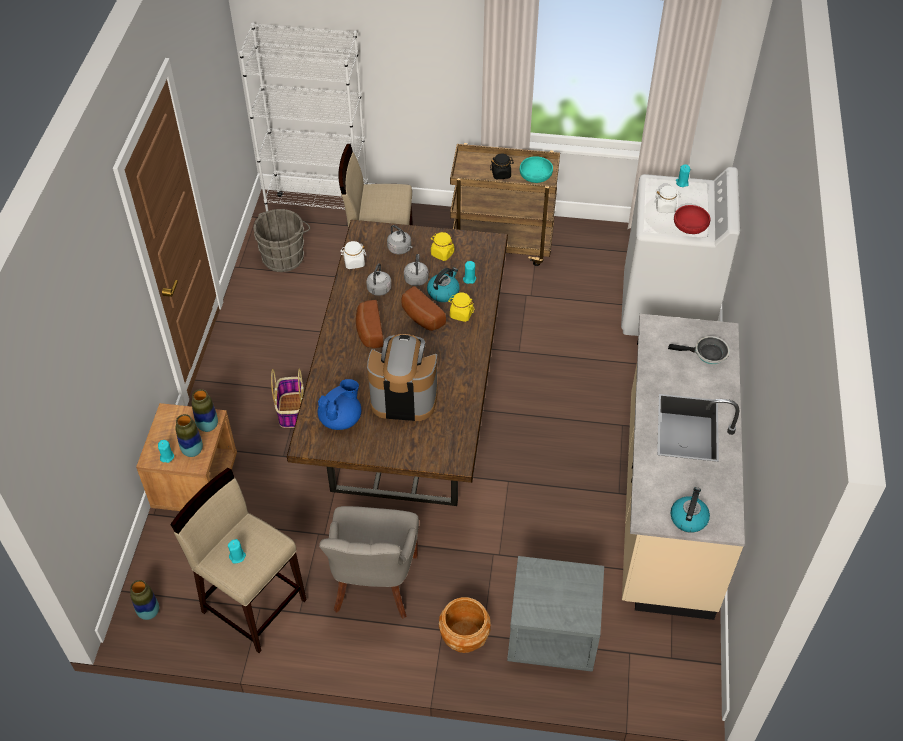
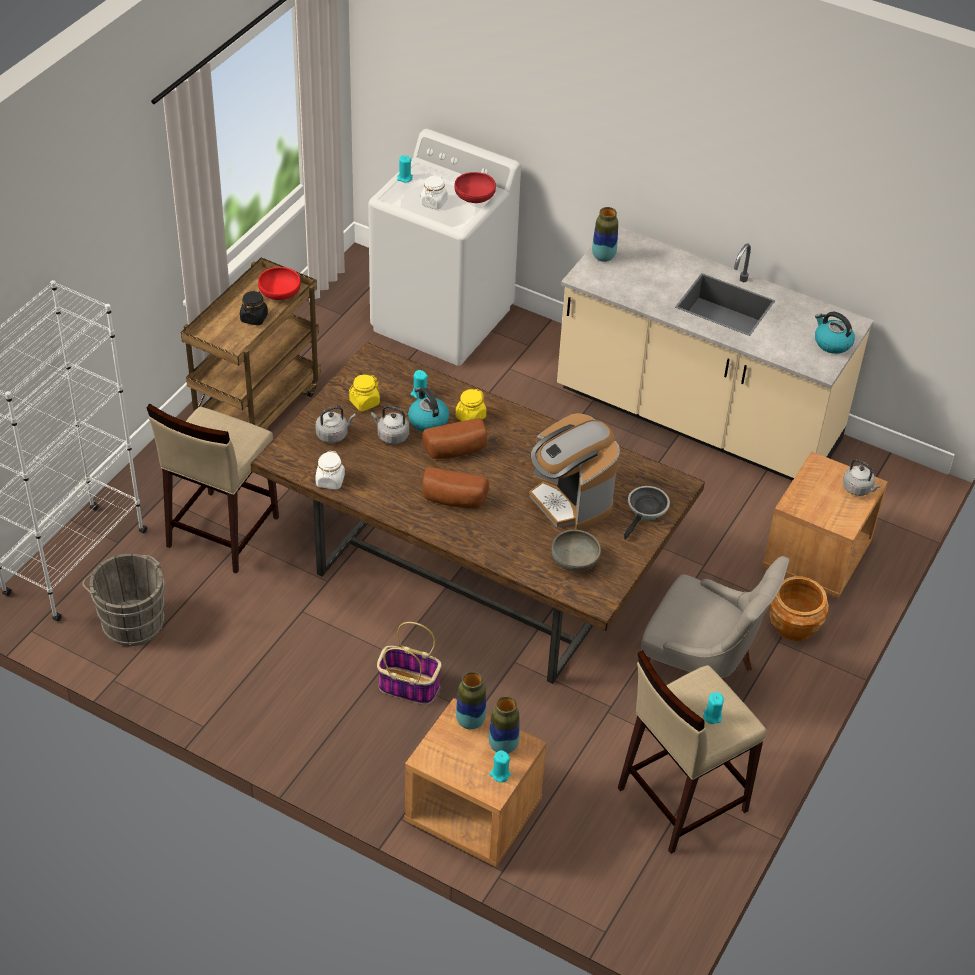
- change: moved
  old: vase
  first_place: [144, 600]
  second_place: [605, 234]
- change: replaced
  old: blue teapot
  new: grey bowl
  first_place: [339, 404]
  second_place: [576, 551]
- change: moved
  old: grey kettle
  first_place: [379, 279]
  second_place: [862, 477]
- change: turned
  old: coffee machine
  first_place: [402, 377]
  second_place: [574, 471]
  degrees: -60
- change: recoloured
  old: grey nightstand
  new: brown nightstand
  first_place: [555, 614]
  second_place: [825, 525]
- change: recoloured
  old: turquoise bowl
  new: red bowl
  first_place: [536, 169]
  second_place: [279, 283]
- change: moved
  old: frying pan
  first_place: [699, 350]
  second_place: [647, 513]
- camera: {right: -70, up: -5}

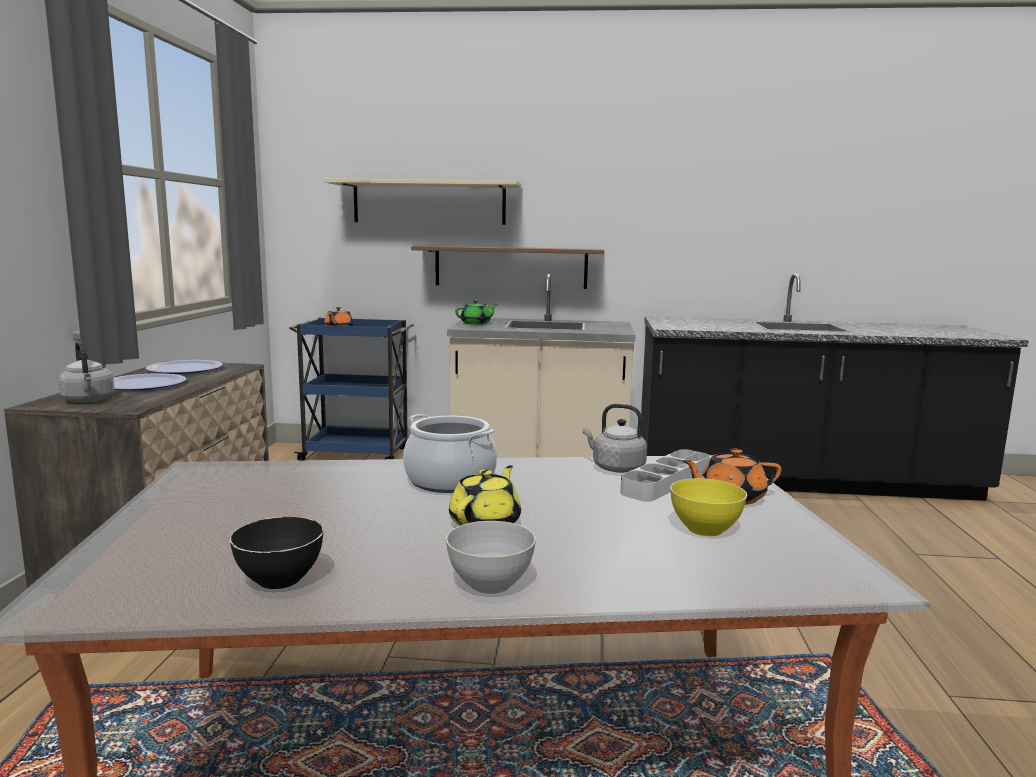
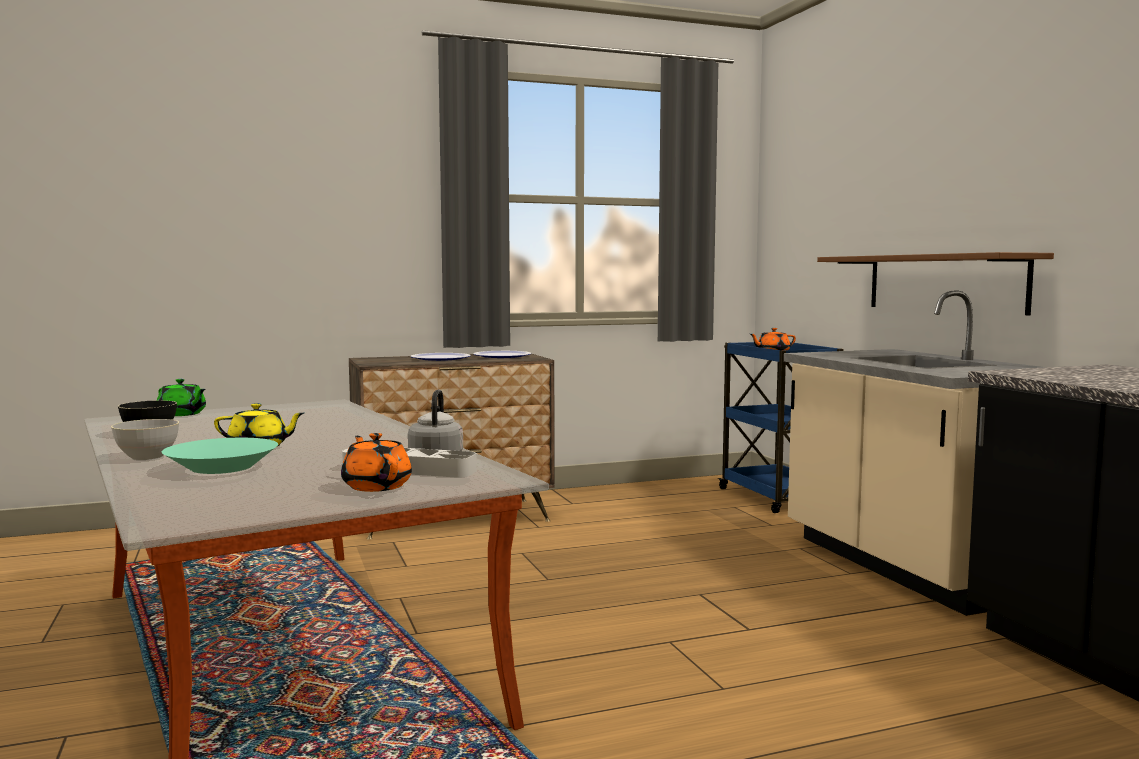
- change: removed
  old: grey kettle
  first_place: [86, 372]
- change: removed
  old: beige shelf
  first_place: [422, 201]
- change: removed
  old: cooking pot
  first_place: [450, 453]
- change: moved
  old: green teapot
  first_place: [476, 312]
  second_place: [181, 397]
- change: removed
  old: yellow bowl
  first_place: [708, 507]
- change: added
  new: turquoise bowl
  second_place: [220, 456]
- camera: {right: 65, up: -5}

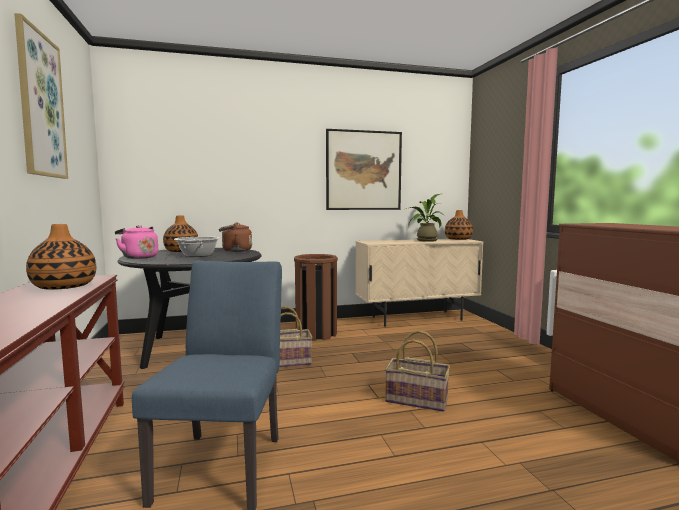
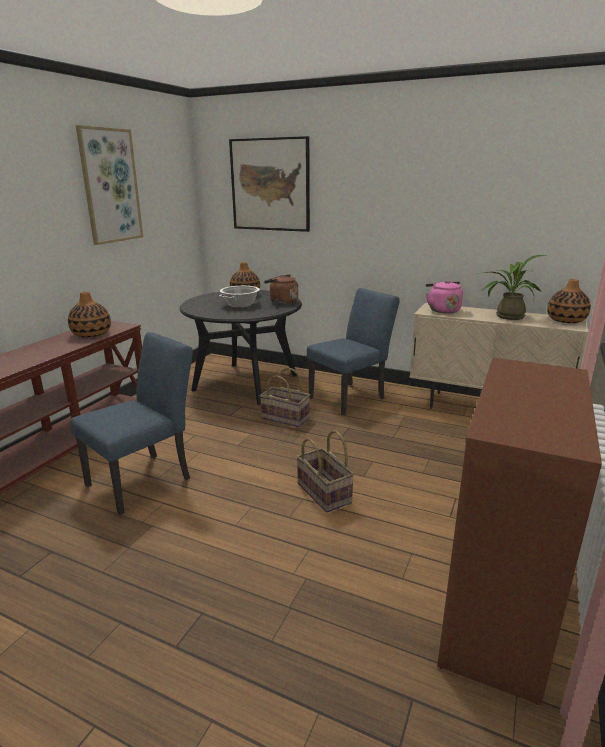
- change: moved
  old: pink kettle
  first_place: [136, 242]
  second_place: [444, 296]
- change: replaced
  old: brown trash can
  new: blue chair
  first_place: [316, 297]
  second_place: [353, 351]
- change: moved
  old: picture
  first_place: [364, 169]
  second_place: [269, 184]
- camera: {right: 40, up: 15}

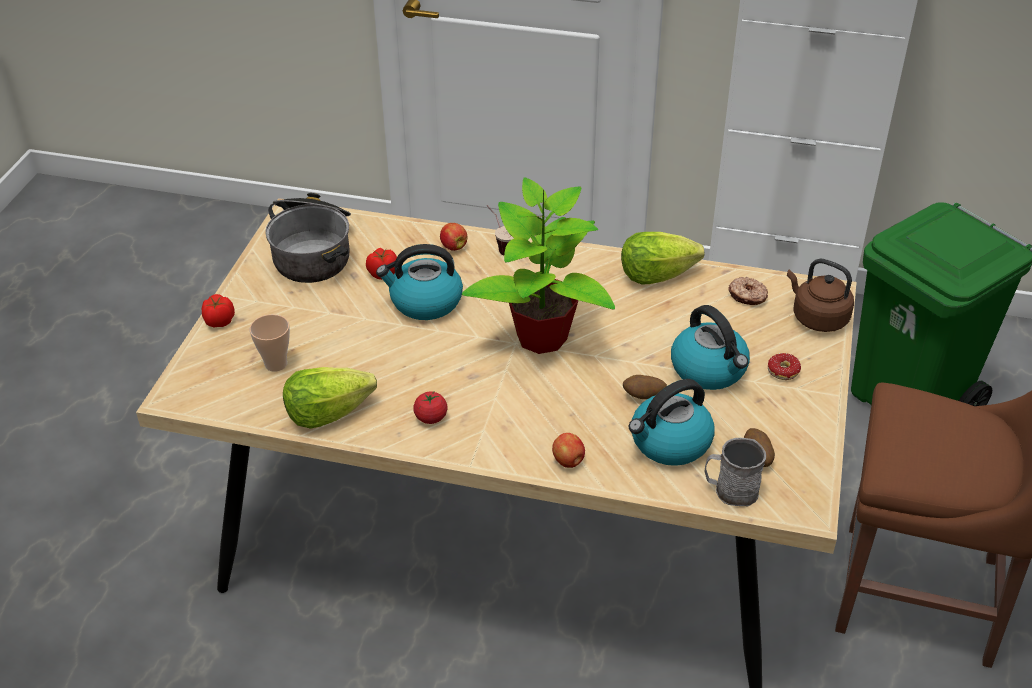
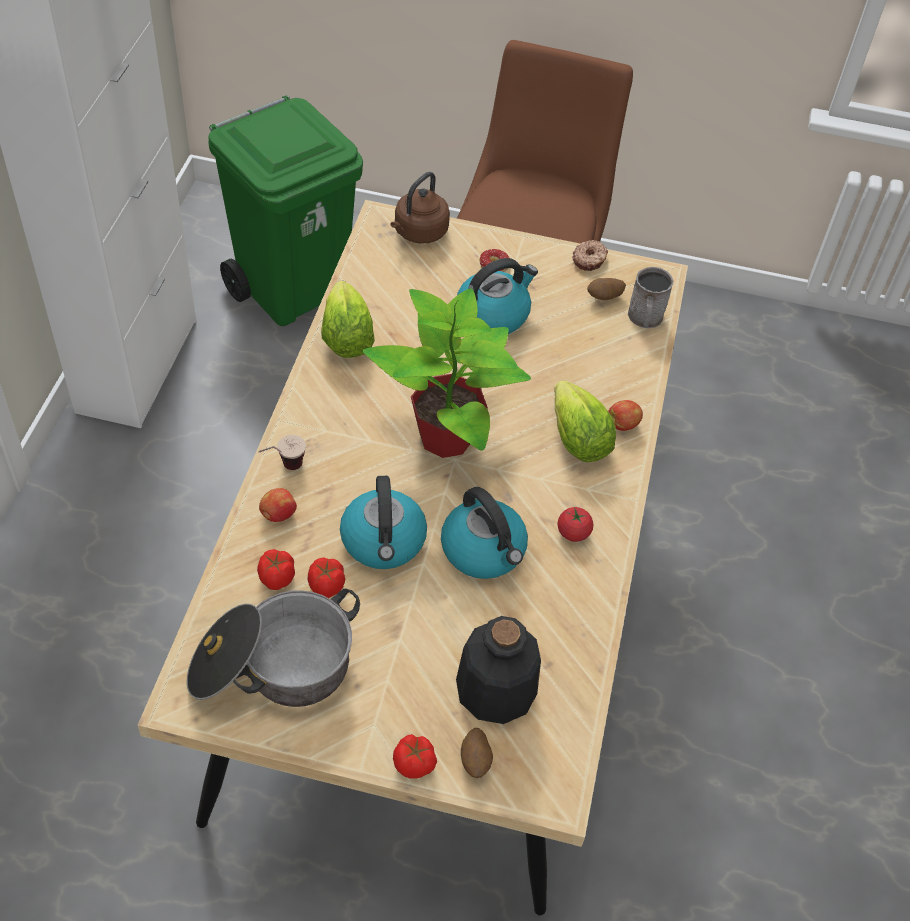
- change: replaced
  old: cup
  new: bottle
  first_place: [270, 343]
  second_place: [498, 670]
- change: moved
  old: lettuce
  first_place: [330, 398]
  second_place: [585, 421]
- change: moved
  old: potato
  first_place: [645, 387]
  second_place: [477, 753]
- change: moved
  old: kettle
  first_place: [672, 422]
  second_place: [484, 533]
- change: moved
  old: donut
  first_place: [748, 291]
  second_place: [590, 255]
- change: added
  new: tomato
  second_place: [276, 569]
- camera: {right: -95, up: 10}

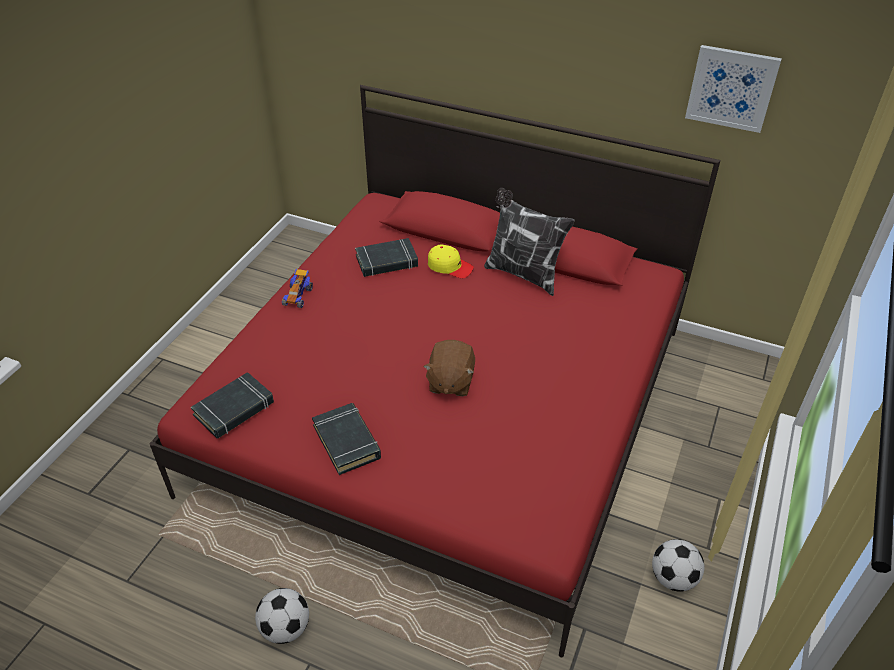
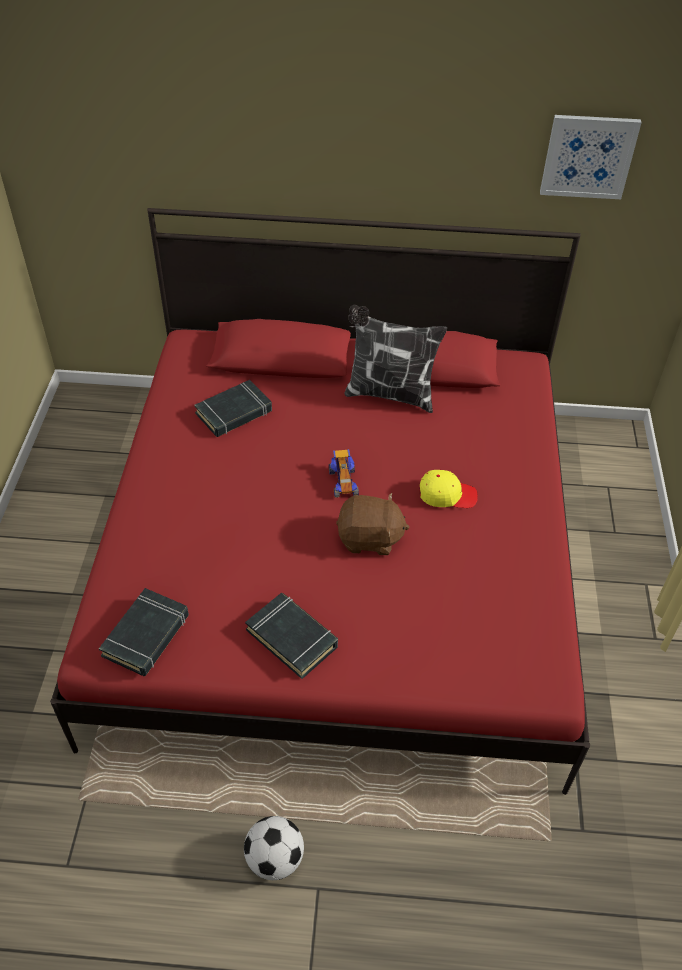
- change: moved
  old: toy car
  first_place: [297, 288]
  second_place: [344, 473]
- change: turned
  old: brown plush toy
  first_place: [449, 368]
  second_place: [373, 524]
  degrees: -75
- change: moved
  old: yellow cap
  first_place: [451, 261]
  second_place: [448, 488]
- change: removed
  old: football
  first_place: [678, 565]
- camera: {right: -20, up: 5}

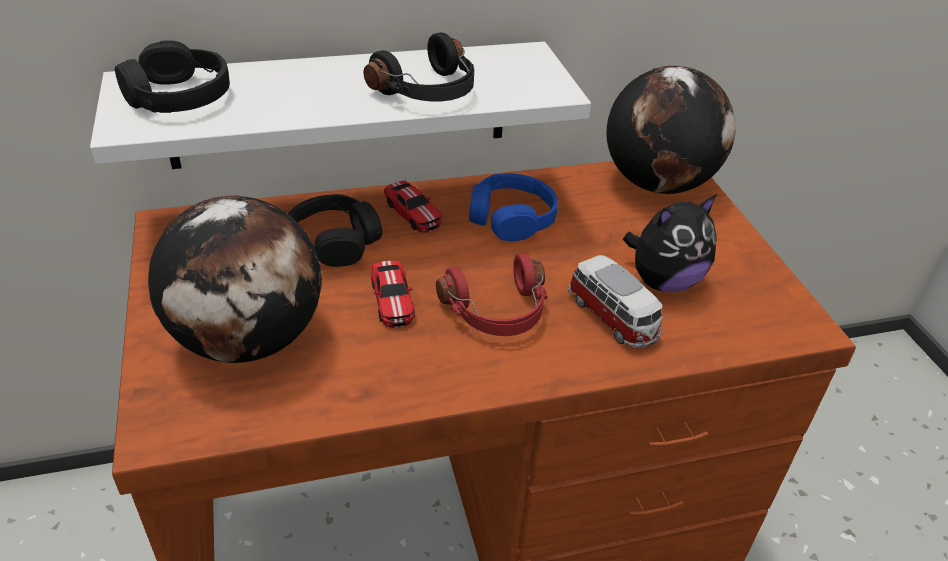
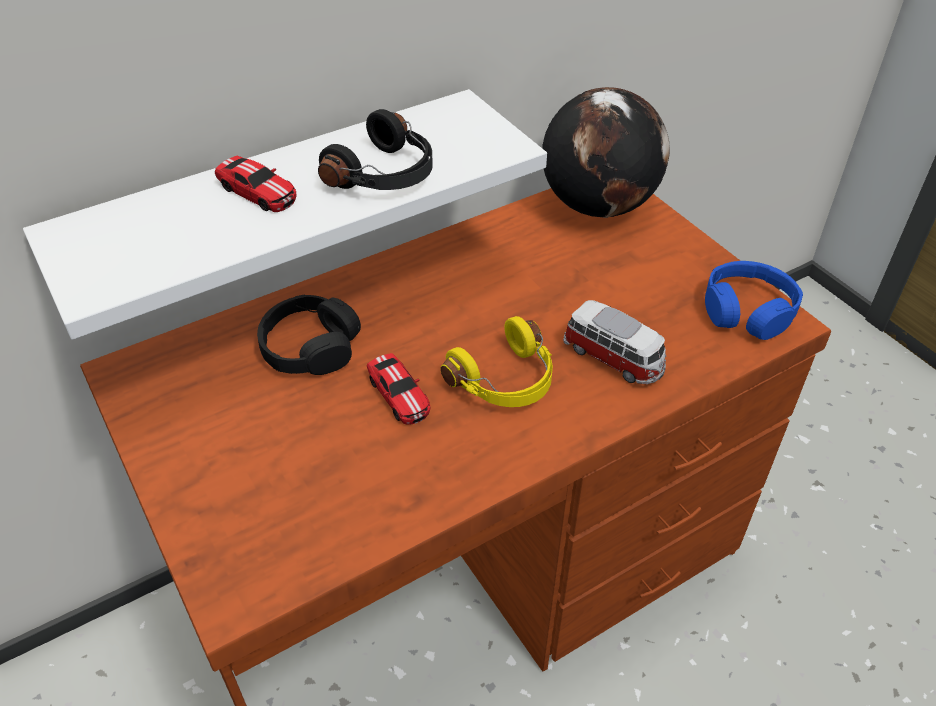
- change: removed
  old: black headphones
  first_place: [172, 76]
- change: removed
  old: globe
  first_place: [235, 279]
- change: moved
  old: toy car
  first_place: [413, 207]
  second_place: [256, 184]
- change: recoloured
  old: red headphones
  new: yellow headphones
  first_place: [492, 295]
  second_place: [497, 361]
- change: moved
  old: blue headphones
  first_place: [513, 207]
  second_place: [754, 300]
- change: removed
  old: plush toy
  first_place: [670, 243]
- camera: {right: -15, up: 5}

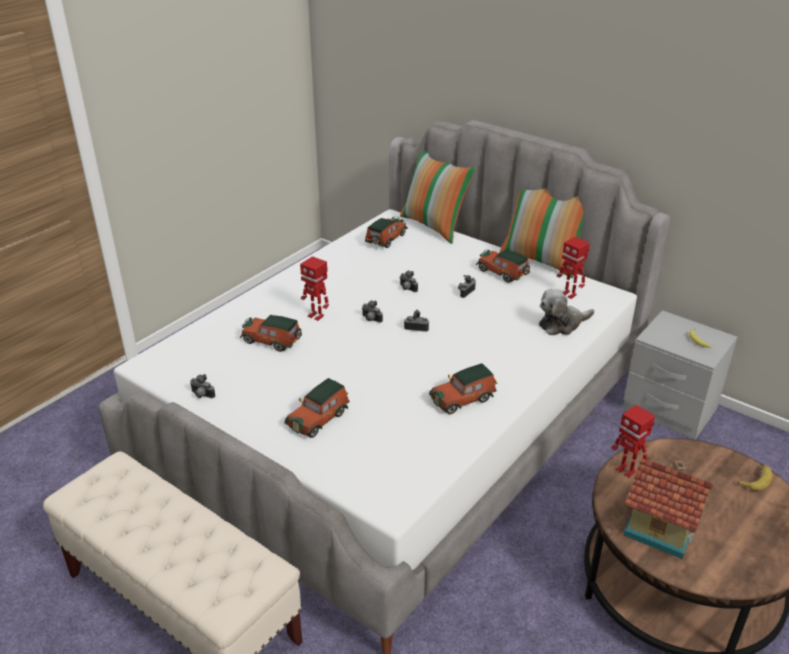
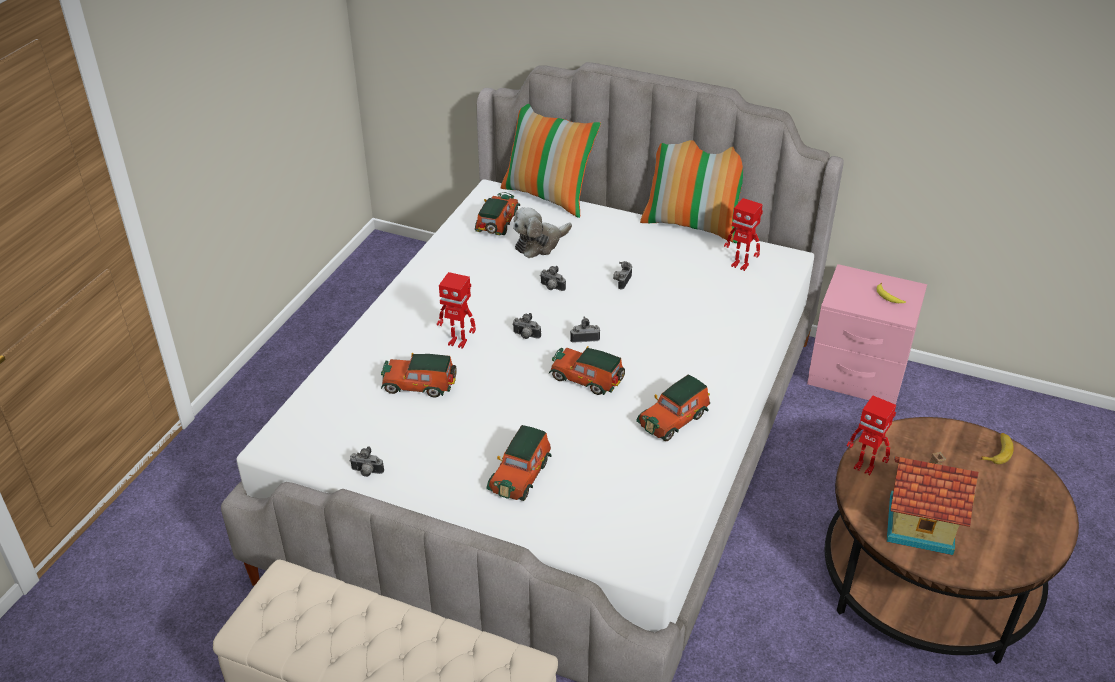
- change: moved
  old: toy car
  first_place: [503, 266]
  second_place: [586, 370]
- change: moved
  old: plush toy
  first_place: [566, 312]
  second_place: [542, 233]
- change: recoloured
  old: grey nightstand
  new: pink nightstand
  first_place: [680, 374]
  second_place: [867, 334]
- camera: {right: -15, up: 5}

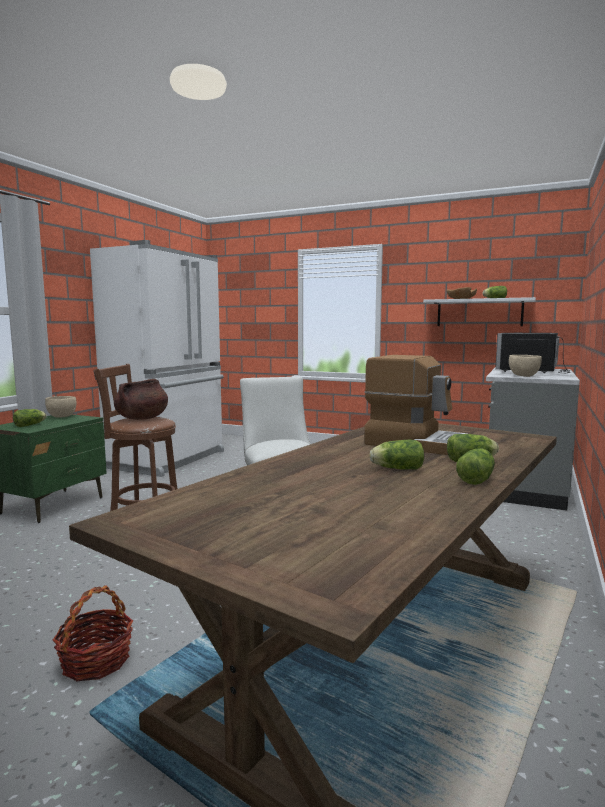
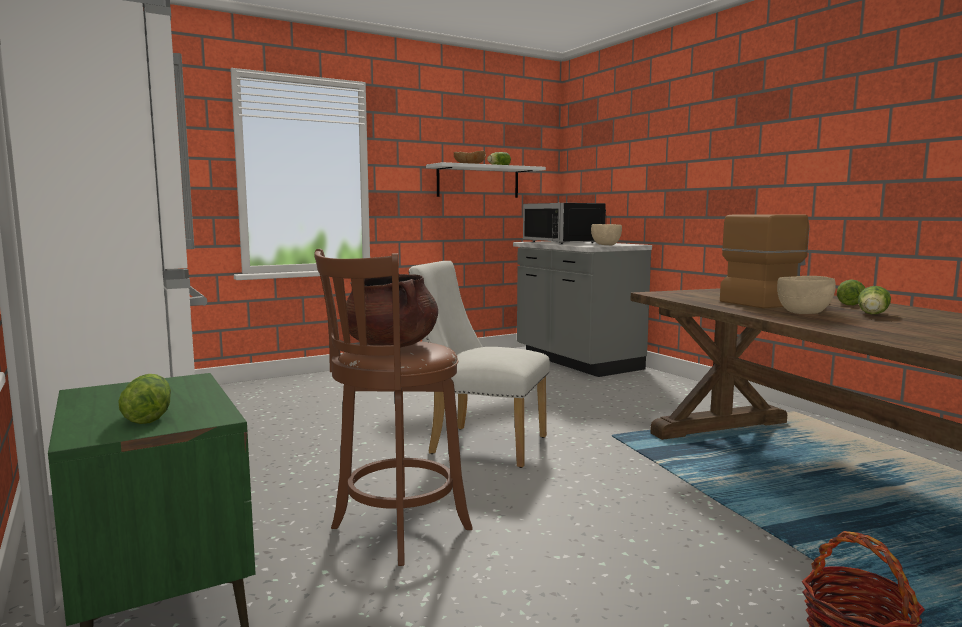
- change: moved
  old: beige bowl
  first_place: [60, 407]
  second_place: [806, 295]
- change: removed
  old: lettuce
  first_place: [475, 466]
- camera: {right: -55, up: 0}

